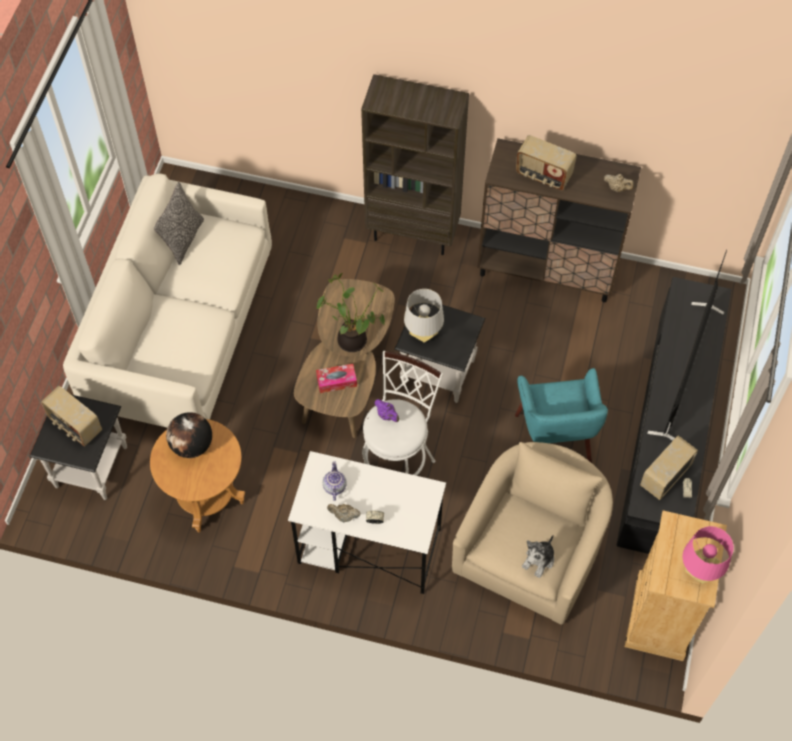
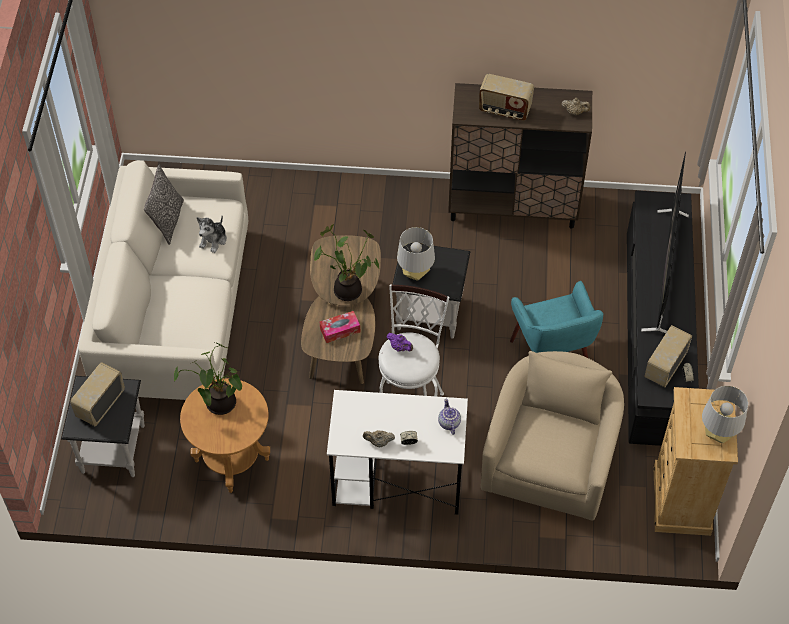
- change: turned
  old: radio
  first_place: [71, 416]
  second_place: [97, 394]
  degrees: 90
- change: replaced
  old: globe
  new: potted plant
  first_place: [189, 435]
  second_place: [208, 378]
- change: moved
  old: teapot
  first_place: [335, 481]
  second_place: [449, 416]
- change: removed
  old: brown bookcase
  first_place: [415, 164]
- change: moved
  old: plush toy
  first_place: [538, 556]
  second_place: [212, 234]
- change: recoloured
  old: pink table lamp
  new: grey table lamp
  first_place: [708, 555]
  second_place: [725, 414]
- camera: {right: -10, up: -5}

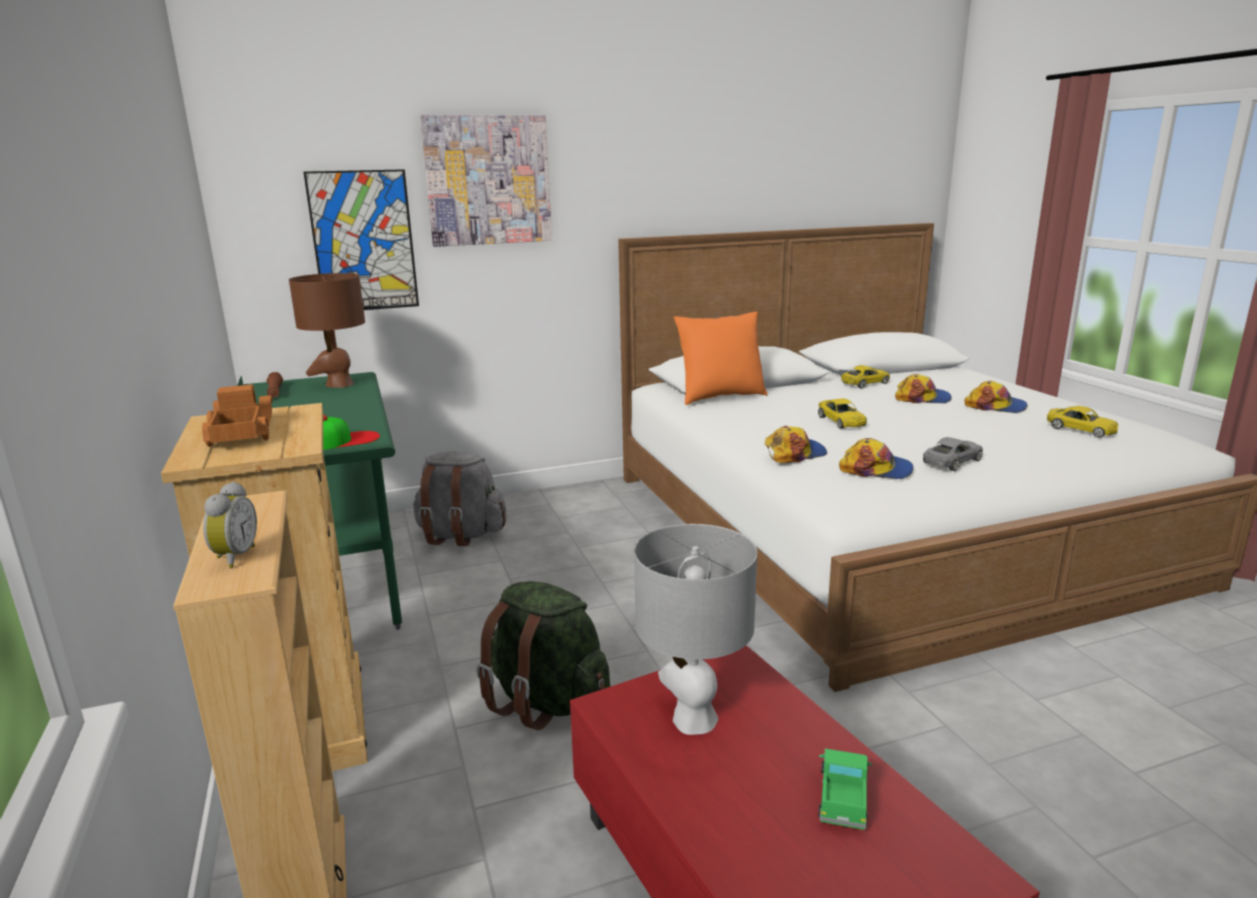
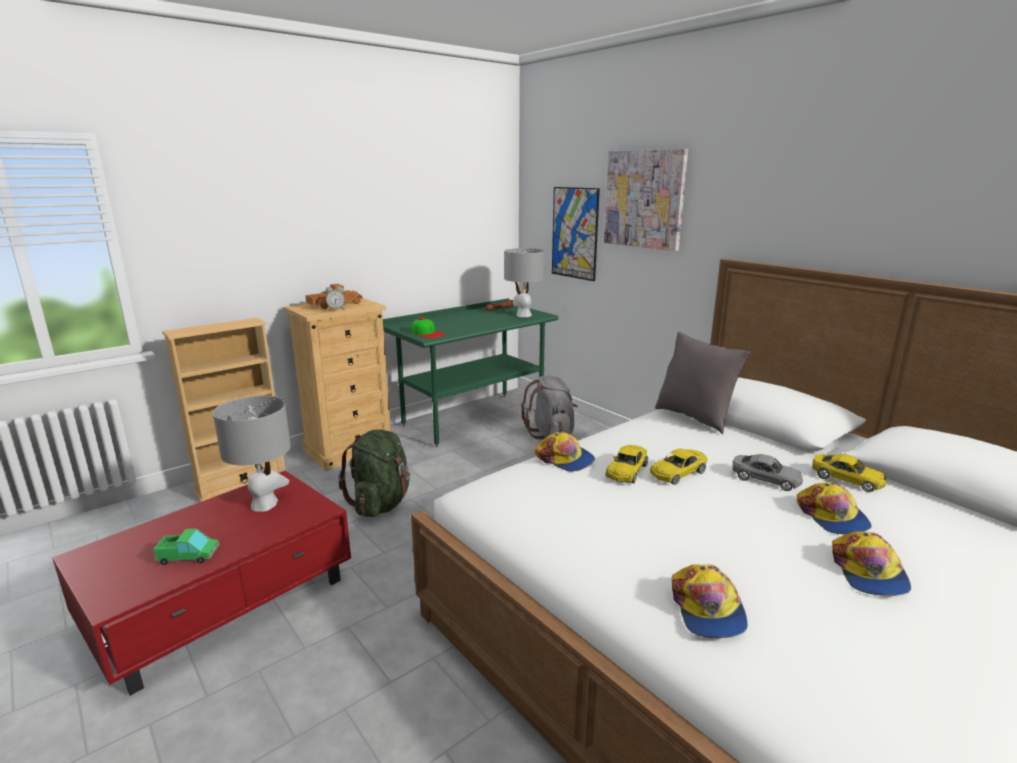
- change: moved
  old: alarm clock
  first_place: [230, 525]
  second_place: [335, 298]
- change: recoloured
  old: brown table lamp
  new: grey table lamp
  first_place: [327, 330]
  second_place: [524, 282]
- change: recoloured
  old: orange pillow
  new: grey pillow
  first_place: [721, 358]
  second_place: [702, 383]
- change: moved
  old: cap
  first_place: [876, 458]
  second_place: [710, 601]
- change: moved
  old: grey toy car
  first_place: [953, 454]
  second_place: [767, 472]
- change: moved
  old: yellow toy car
  first_place: [1082, 422]
  second_place: [627, 464]
- camera: {right: 70, up: 0}

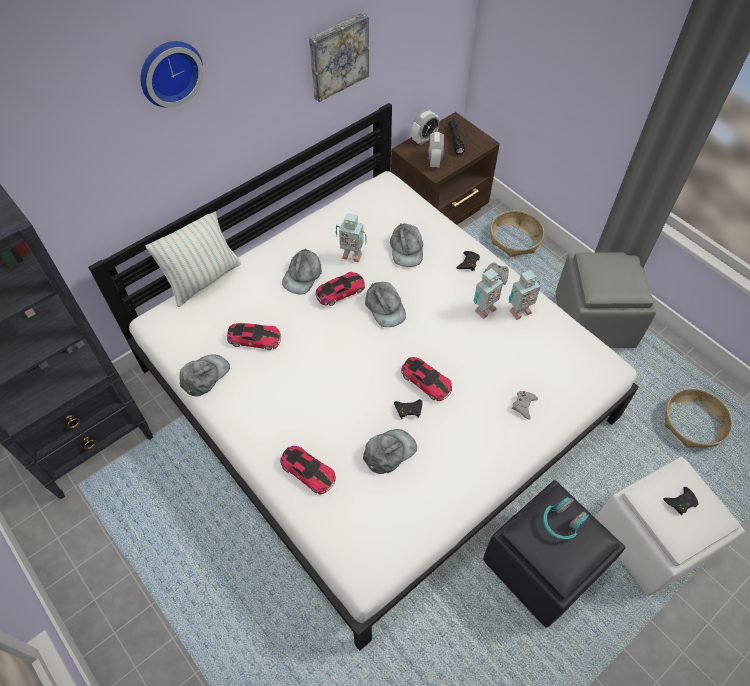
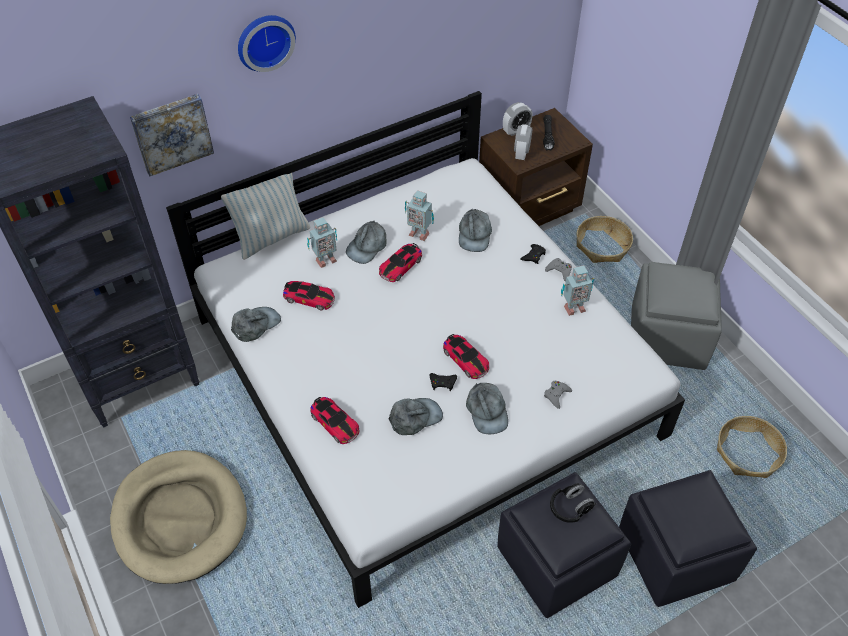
- change: moved
  old: picture
  first_place: [339, 57]
  second_place: [172, 135]
- change: turned
  old: toy car
  first_place: [340, 289]
  second_place: [400, 262]
  degrees: 150
- change: moved
  old: grey cap
  first_place: [385, 304]
  second_place: [487, 408]
- change: moved
  old: toy robot
  first_place: [488, 293]
  second_place: [322, 242]
- change: recoloured
  old: turquoise headphones
  new: black headphones
  first_place: [566, 519]
  second_place: [573, 503]
- change: recoloured
  old: white ottoman
  new: black ottoman
  first_place: [670, 526]
  second_place: [688, 538]
- change: removed
  old: black game controller
  first_place: [681, 501]
- change: added
  new: beige dog bed
  second_place: [178, 517]
- camera: {right: 10, up: -5}

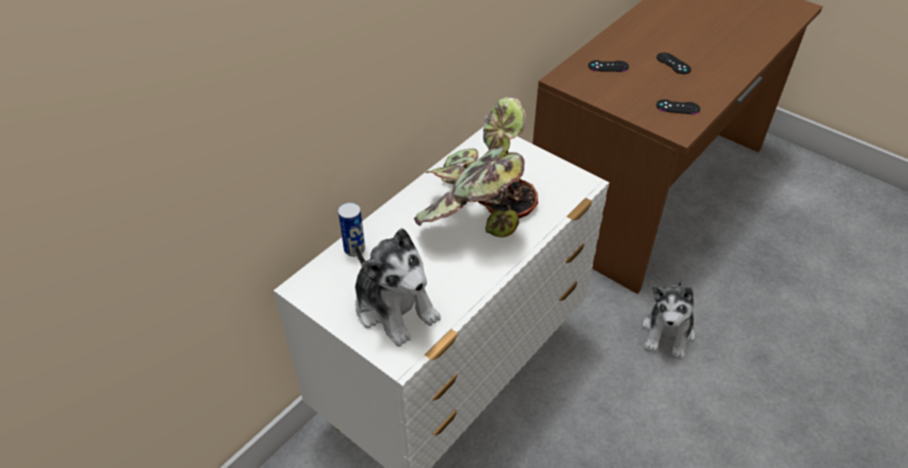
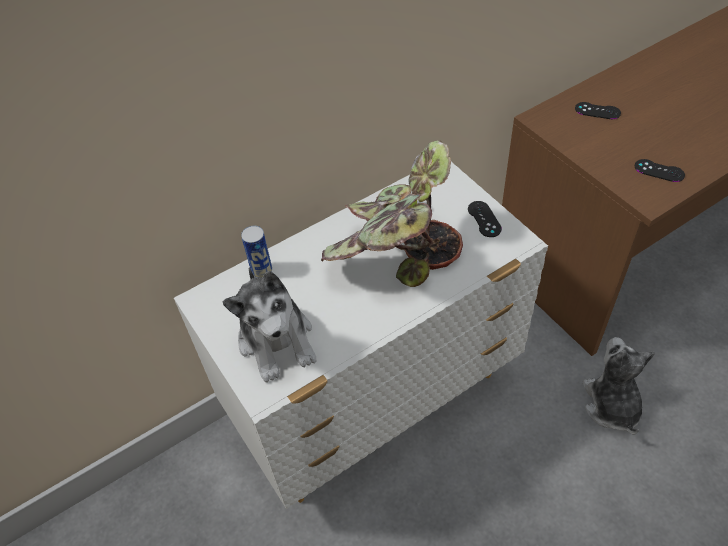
- change: turned
  old: plush toy
  first_place: [668, 320]
  second_place: [619, 386]
  degrees: 135
- change: moved
  old: black game controller
  first_place: [674, 63]
  second_place: [485, 219]
- camera: {right: 20, up: 5}

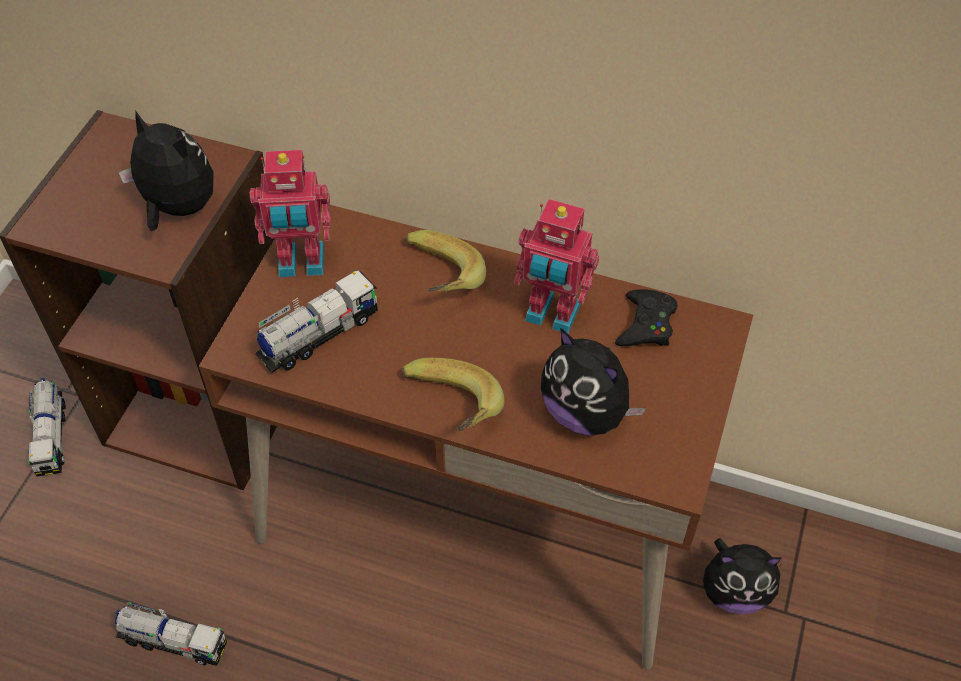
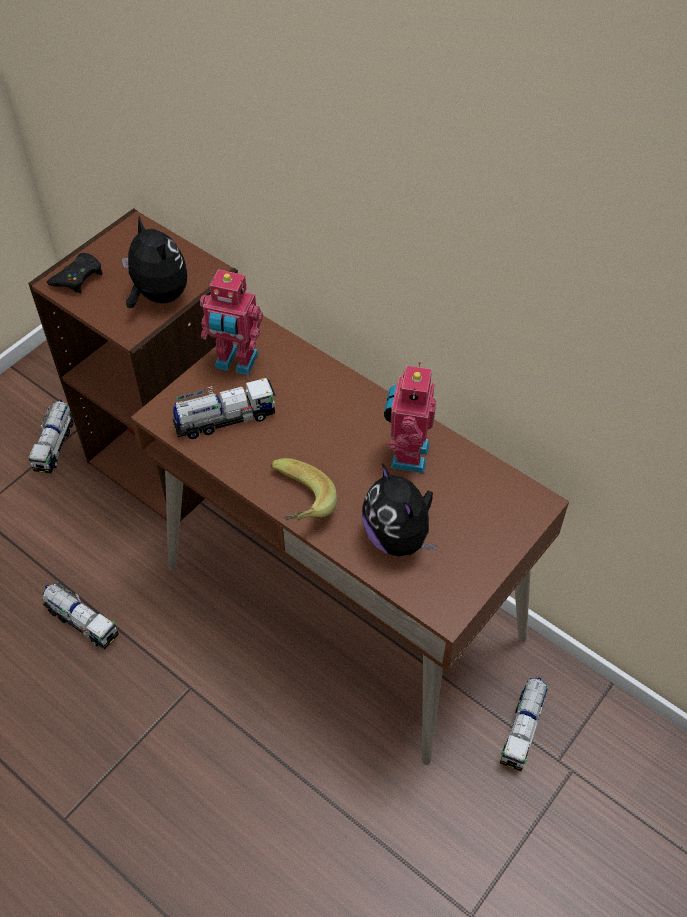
- change: removed
  old: banana
  first_place: [445, 261]
- change: turned
  old: toy robot
  first_place: [556, 266]
  second_place: [410, 417]
  degrees: 60
- change: moved
  old: black game controller
  first_place: [646, 317]
  second_place: [75, 273]
- change: replaced
  old: plush toy
  new: toy truck
  first_place: [742, 576]
  second_place: [524, 724]
- camera: {right: 20, up: 0}

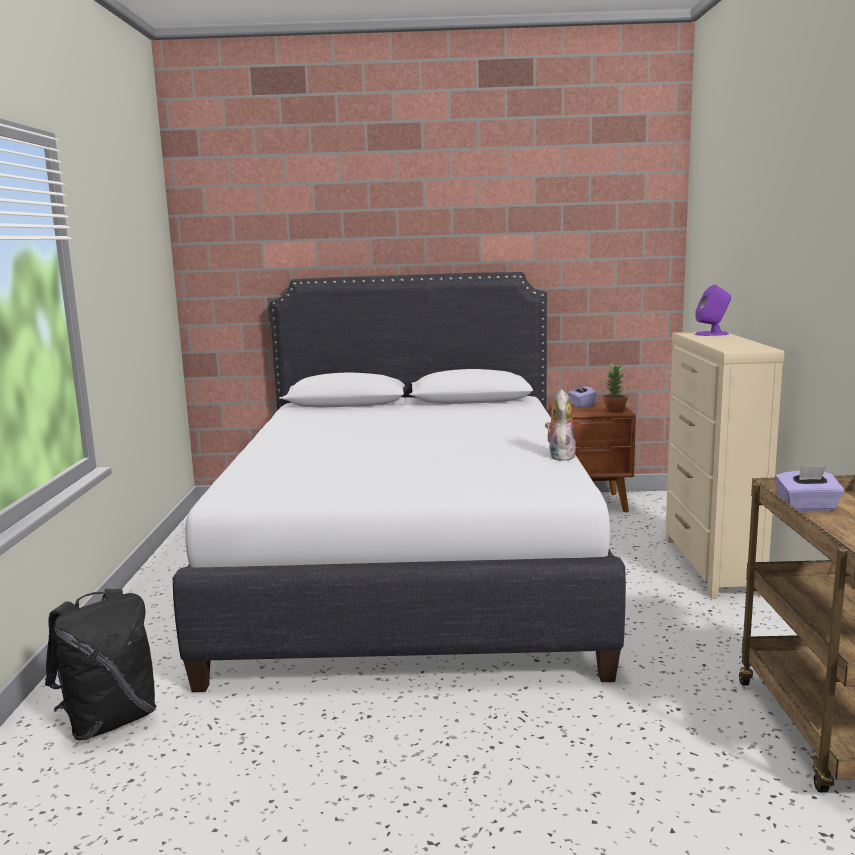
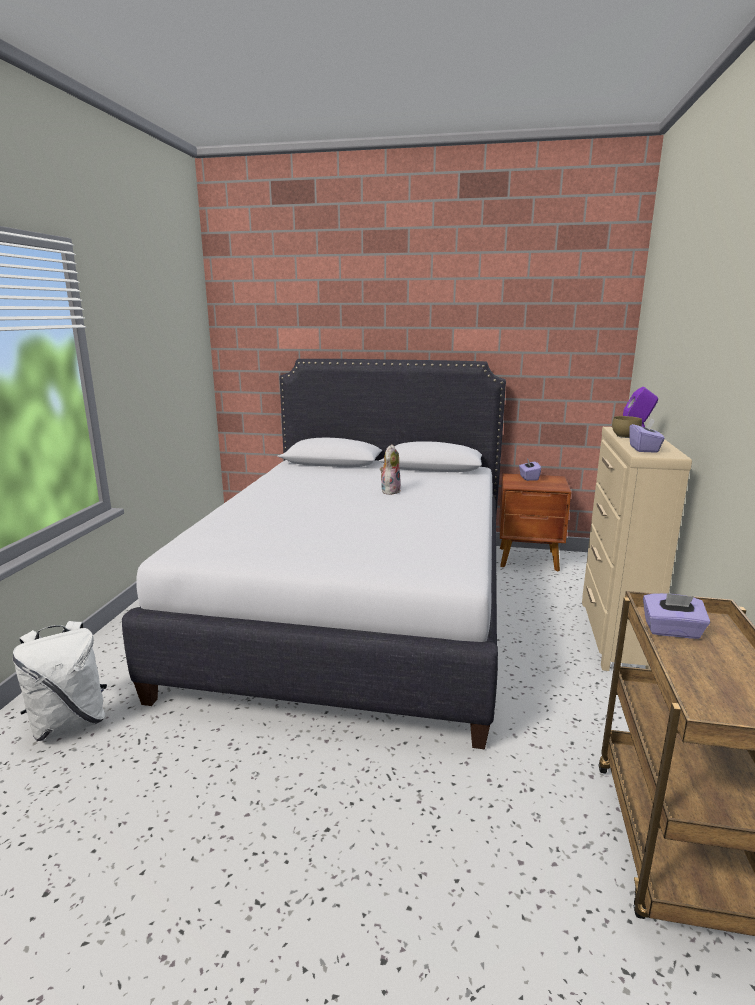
- change: recoloured
  old: black backpack
  new: white backpack
  first_place: [100, 665]
  second_place: [60, 681]
- change: moved
  old: plush toy
  first_place: [560, 425]
  second_place: [390, 470]
- change: removed
  old: potted plant
  first_place: [615, 387]
- change: added
  new: brown bowl
  second_place: [627, 427]
- change: added
  new: purple tissue box
  second_place: [647, 435]
- camera: {right: 10, up: 5}

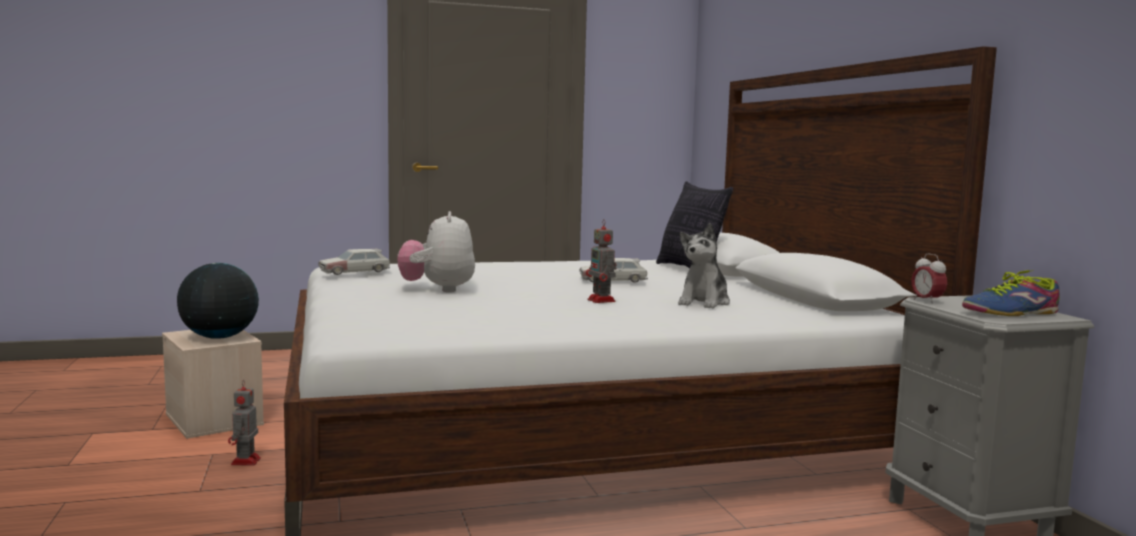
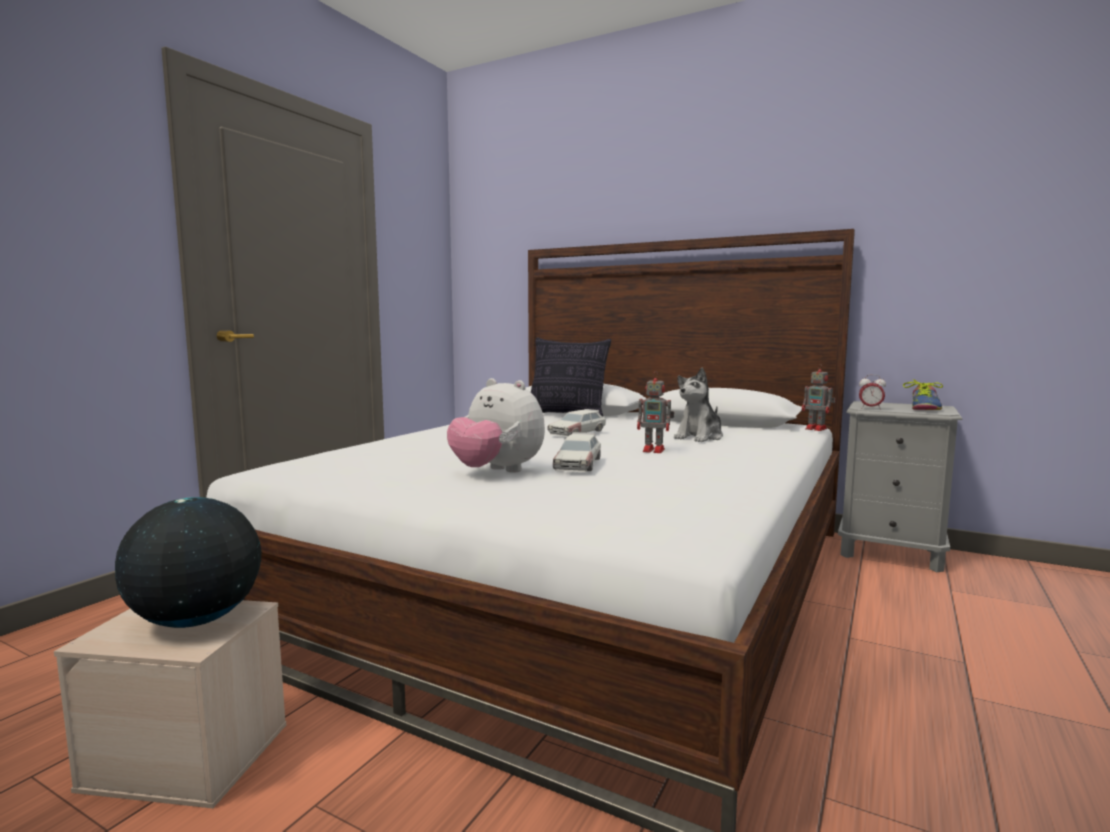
- change: moved
  old: toy robot
  first_place: [244, 423]
  second_place: [818, 397]
- change: moved
  old: toy car
  first_place: [354, 261]
  second_place: [577, 452]
- change: turned
  old: plush toy
  first_place: [704, 266]
  second_place: [698, 405]
  degrees: 60
- camera: {right: -45, up: 0}

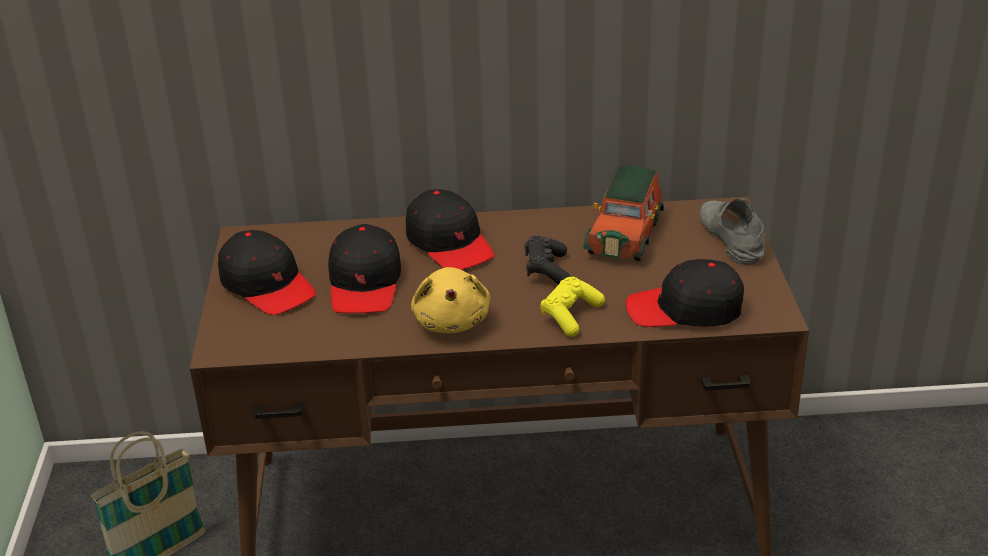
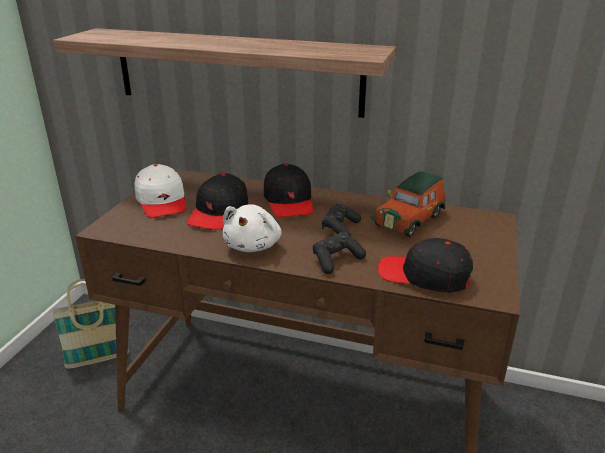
- change: recoloured
  old: black cap
  new: white cap
  first_place: [267, 272]
  second_place: [160, 191]
- change: recoloured
  old: yellow plush toy
  new: white plush toy
  first_place: [450, 300]
  second_place: [252, 228]
- change: recoloured
  old: yellow game controller
  new: black game controller
  first_place: [572, 307]
  second_place: [339, 253]
- change: removed
  old: grey shoe
  first_place: [732, 231]
- change: added
  new: shelf
  second_place: [224, 73]
- camera: {right: 20, up: -5}

